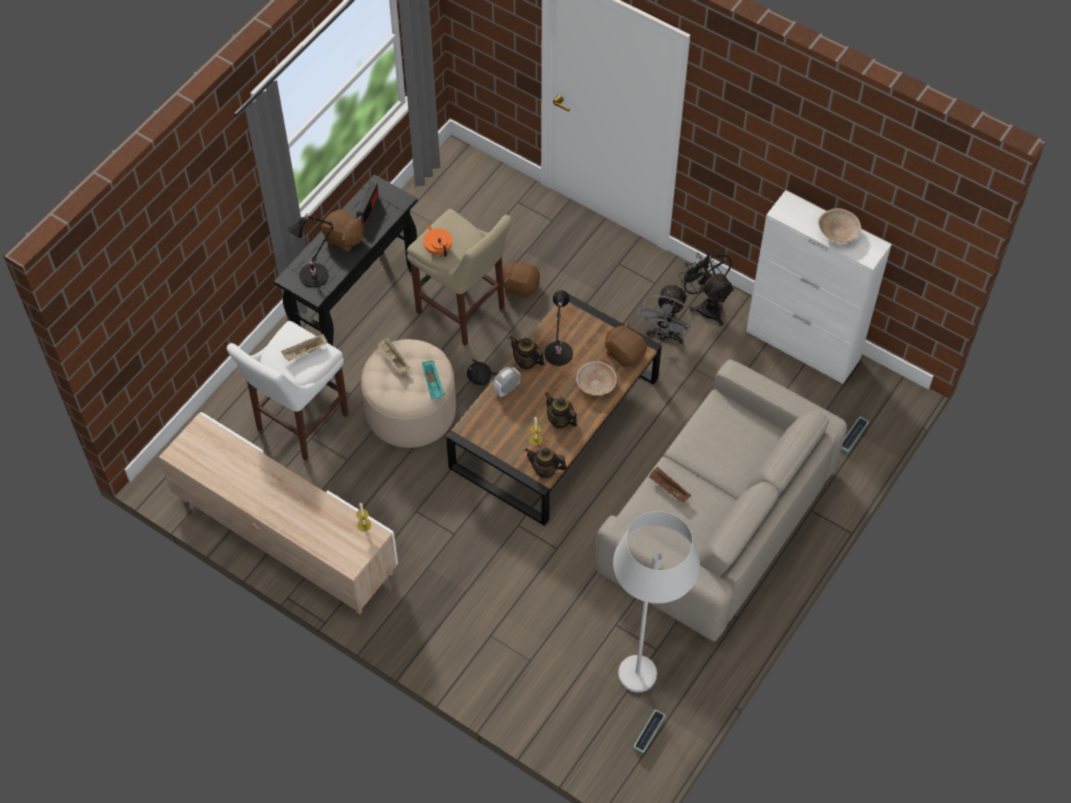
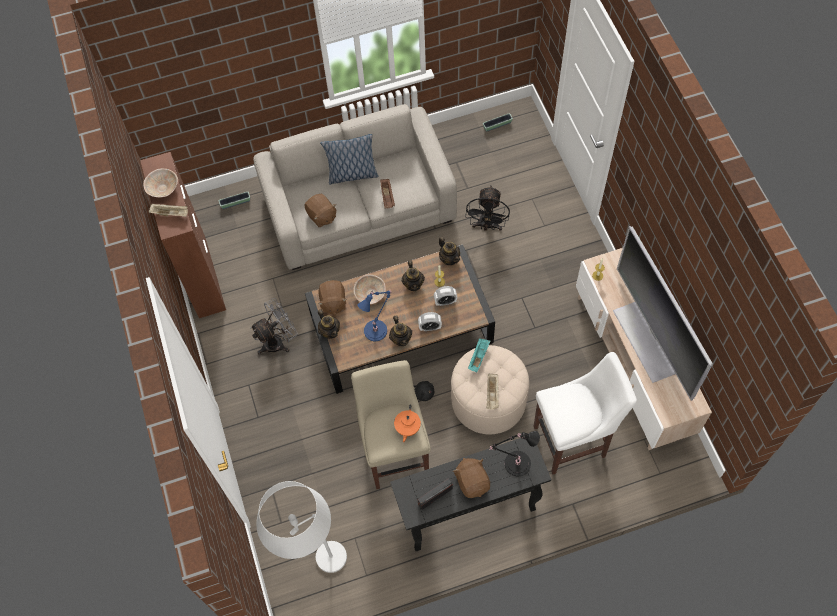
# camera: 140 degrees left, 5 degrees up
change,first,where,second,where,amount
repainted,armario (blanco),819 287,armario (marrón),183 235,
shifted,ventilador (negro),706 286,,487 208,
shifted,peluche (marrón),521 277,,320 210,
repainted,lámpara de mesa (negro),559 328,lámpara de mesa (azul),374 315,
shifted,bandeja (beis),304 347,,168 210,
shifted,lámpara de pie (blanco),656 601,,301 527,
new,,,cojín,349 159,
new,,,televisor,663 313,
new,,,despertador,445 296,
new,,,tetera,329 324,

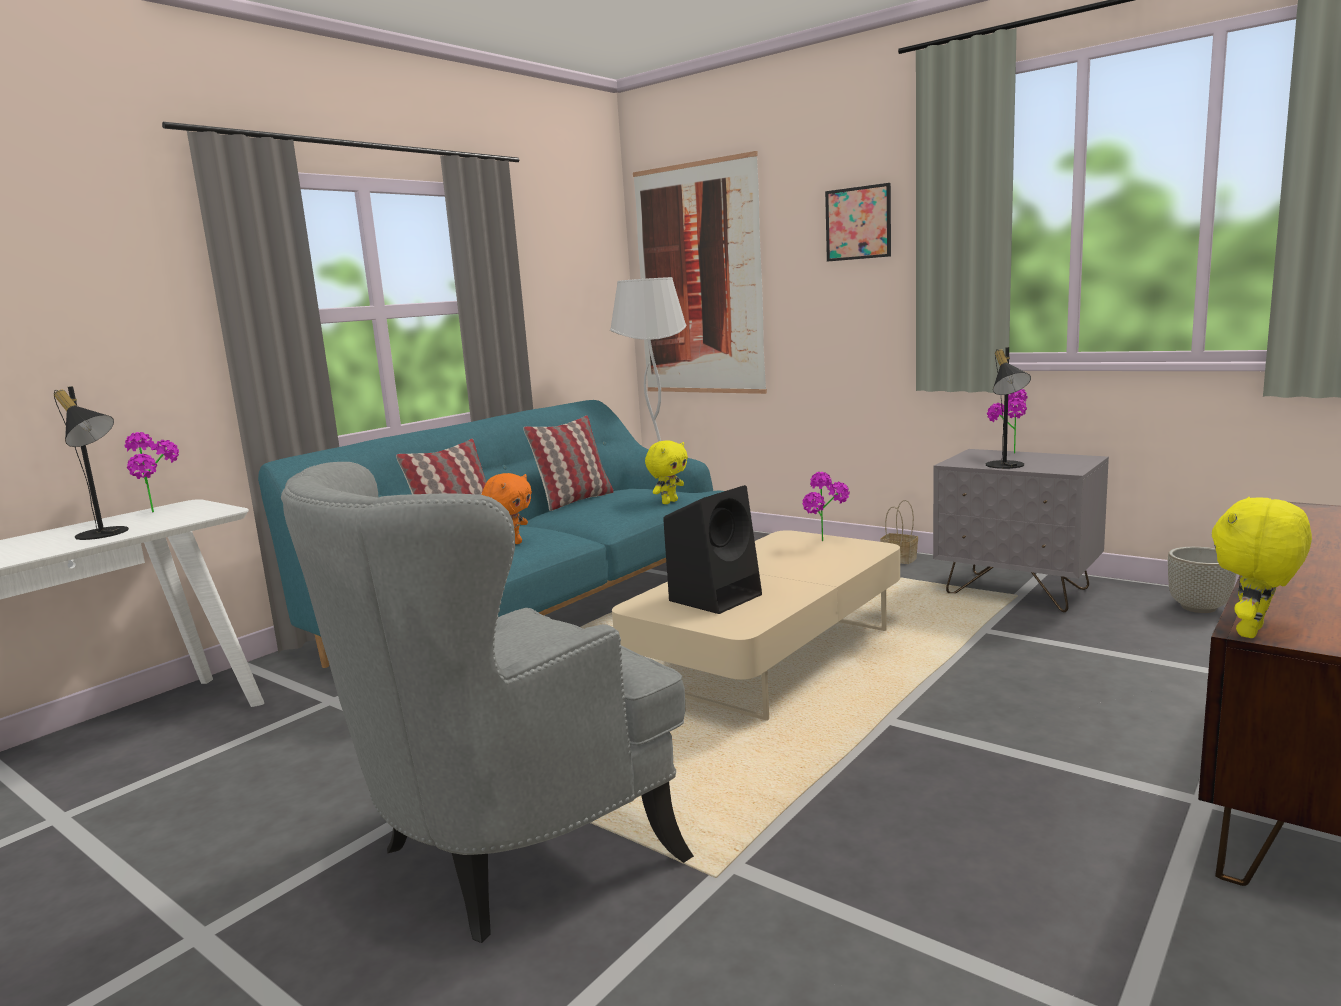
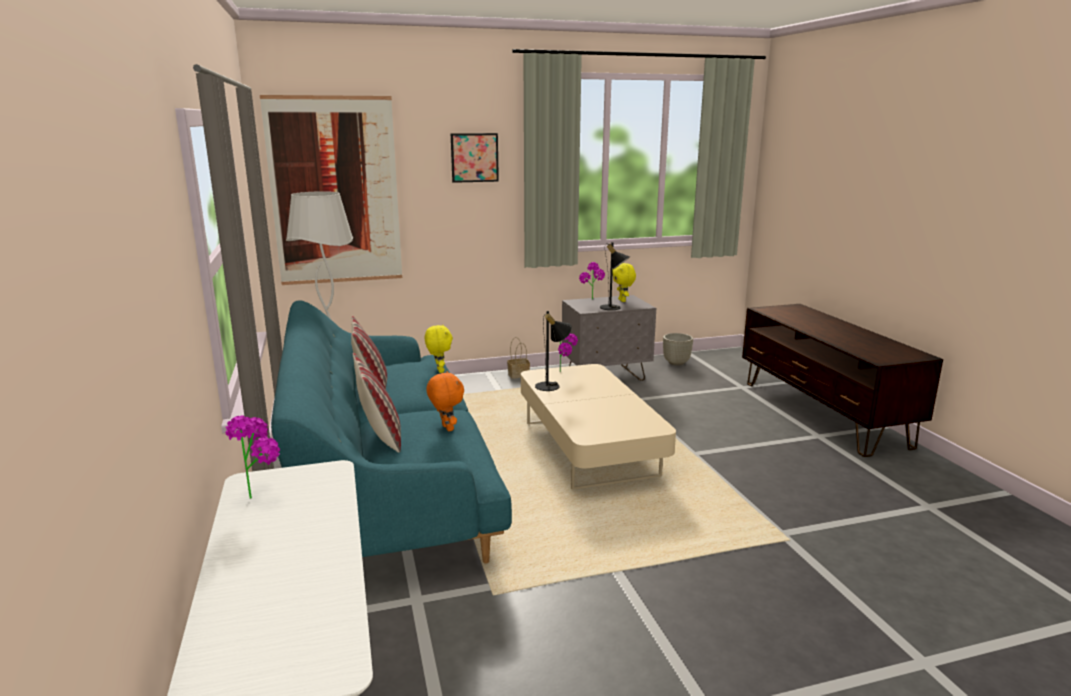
# camera: 55 degrees left, 5 degrees up
change,first,where,second,where,amount
shifted,lámpara de mesa (negro),91 463,,553 351,
gone,sillón (gris),487 702,,,
gone,altavoz (negro),712 549,,,
shifted,peluche (amarillo),1262 567,,624 282,

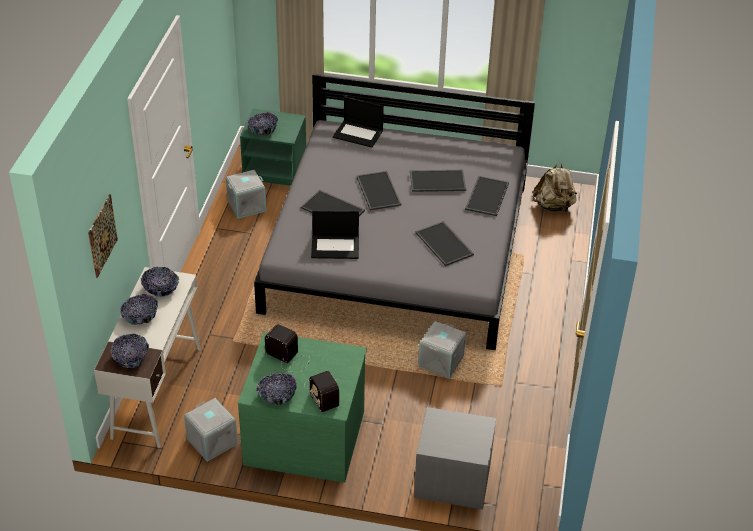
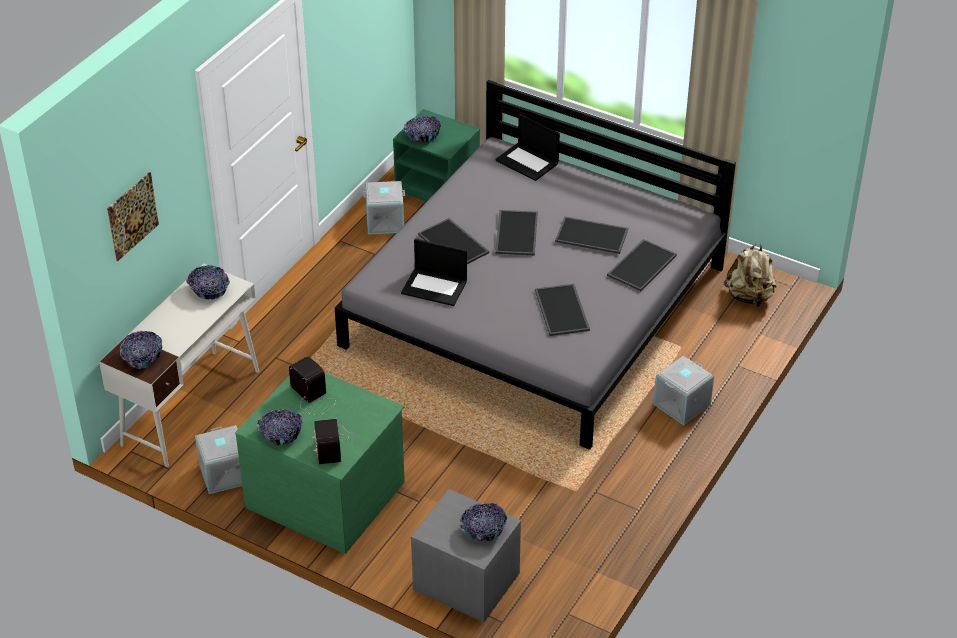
# camera: 20 degrees right, 0 degrees up
change,first,where,second,where,amount
shifted,cuenco,139 309,,483 522,
shifted,caja de almacenaje (gris),442 350,,683 390,

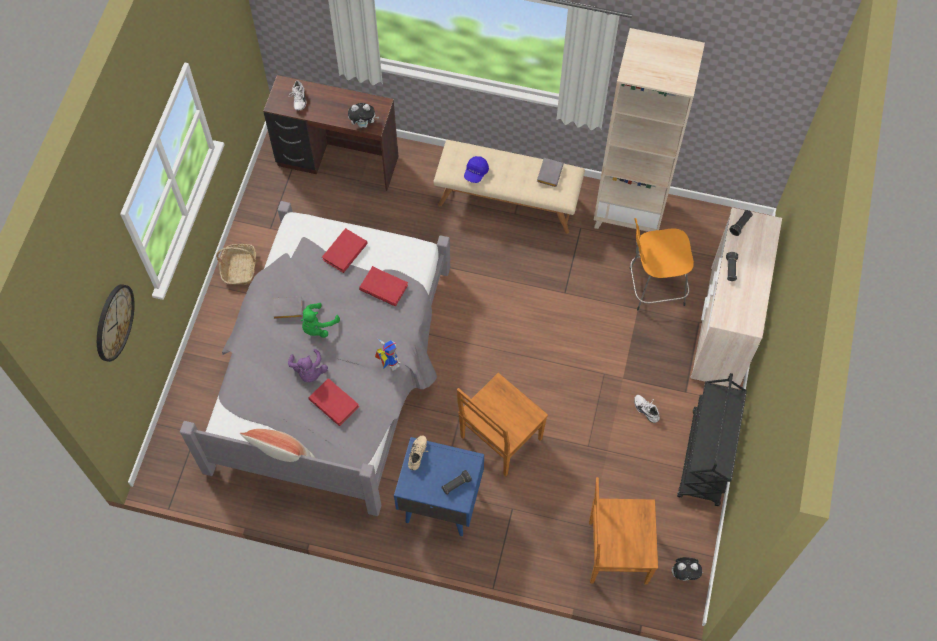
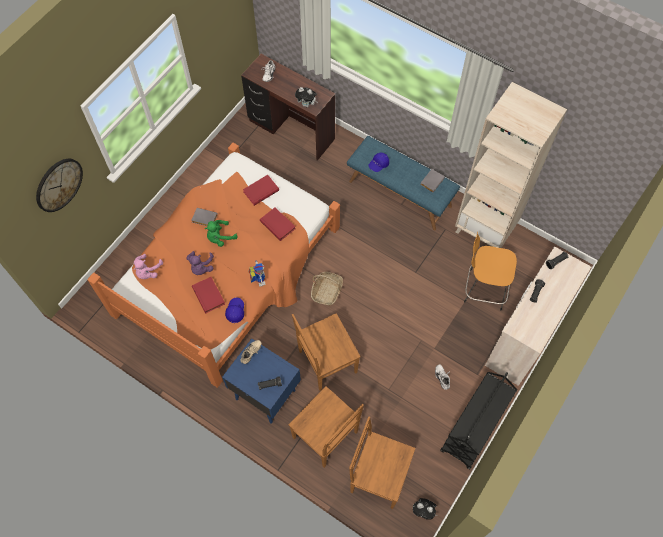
# camera: 20 degrees right, 0 degrees up
change,first,where,second,where,amount
repainted,banco (beis),509 187,banco (azul),403 183,
repainted,cama (gris),315 358,cama (naranja),213 265,
shifted,cesta,236 264,,327 289,
gone,cojín,277 445,,,
new,,,peluche (rosa),148 266,
new,,,gorra (azul),234 310,
new,,,silla (marrón),326 427,

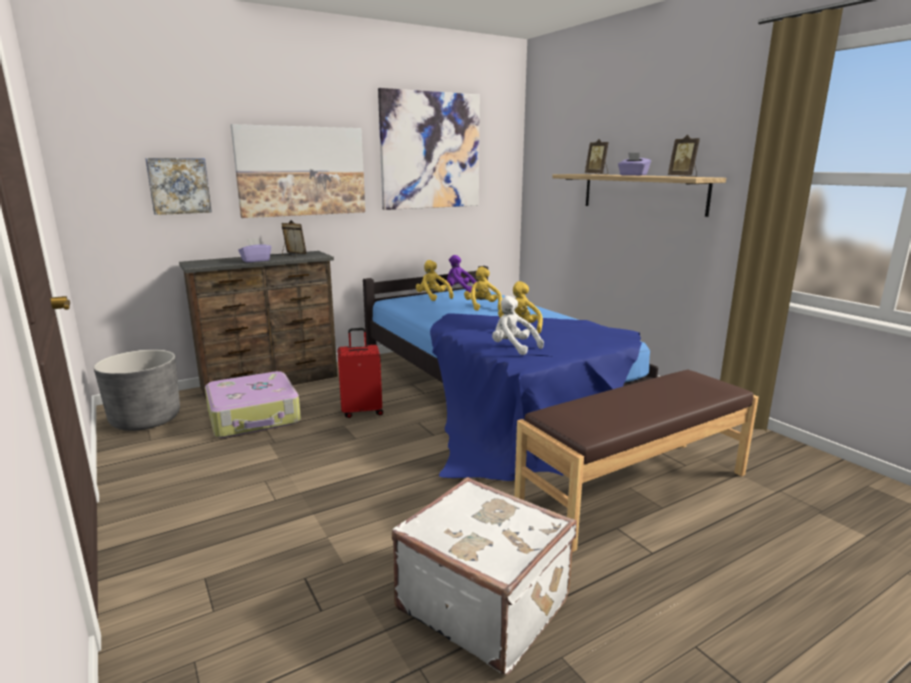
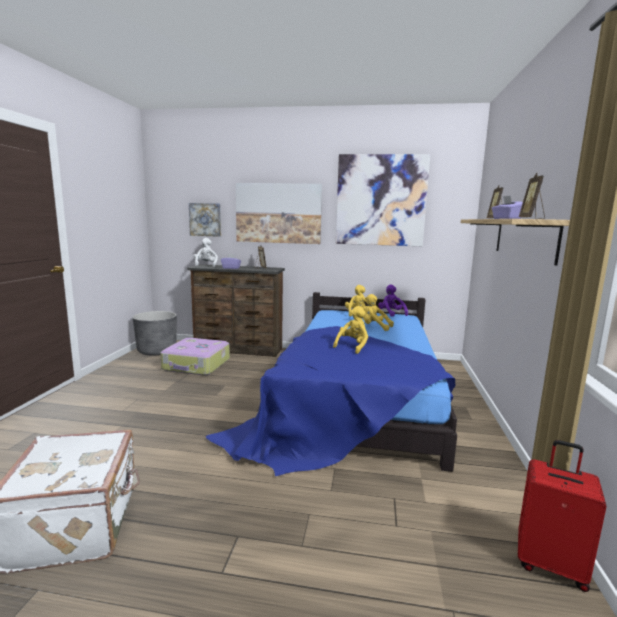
# camera: 40 degrees right, 5 degrees down
change,first,where,second,where,amount
rotated,peluche (amarillo),483 289,,378 312,90 degrees counterclockwise
shifted,peluche (blanco),518 325,,205 252,
shifted,maleta (rojo),360 373,,562 516,
gone,banco (marrón),636 460,,,

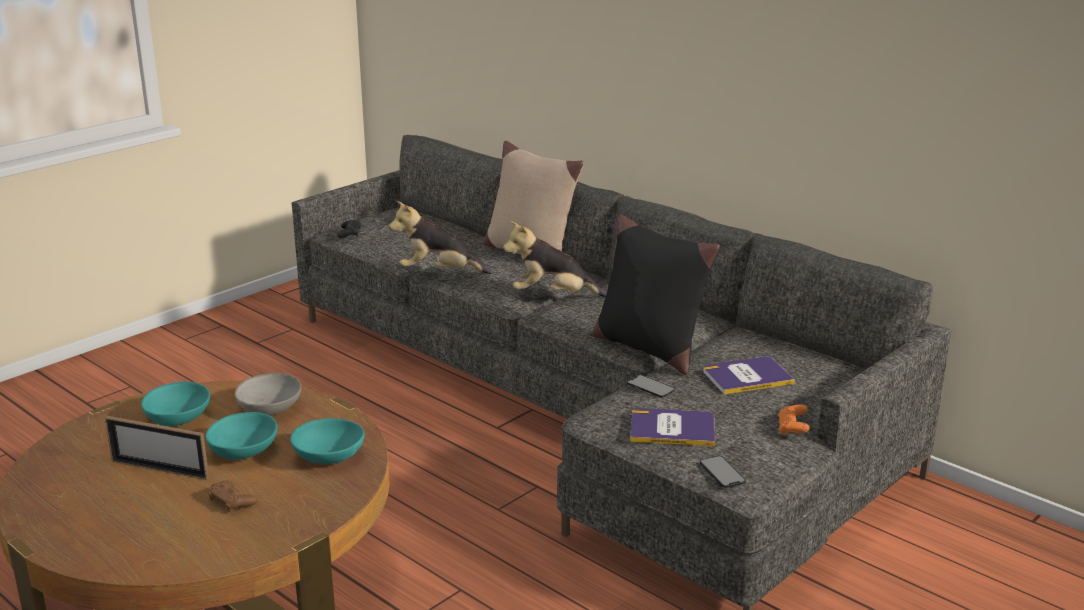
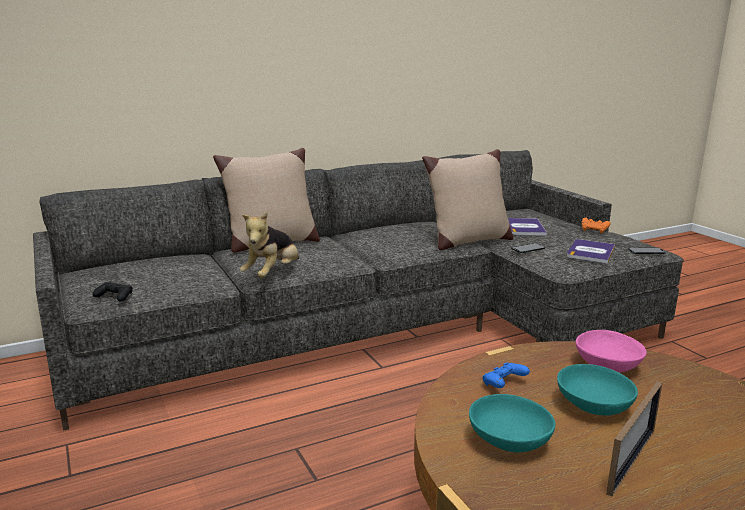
# camera: 70 degrees left, 5 degrees down
change,first,where,second,where,amount
repainted,cojín (negro),656 295,cojín (beis),467 199,
gone,peluche,555 259,,,
swapped,cuenco (gris),268 394,mando de consola (azul),506 375,
repainted,cuenco (turquesa),327 441,cuenco (rosa),611 351,
gone,mando de consola (marrón),233 496,,,

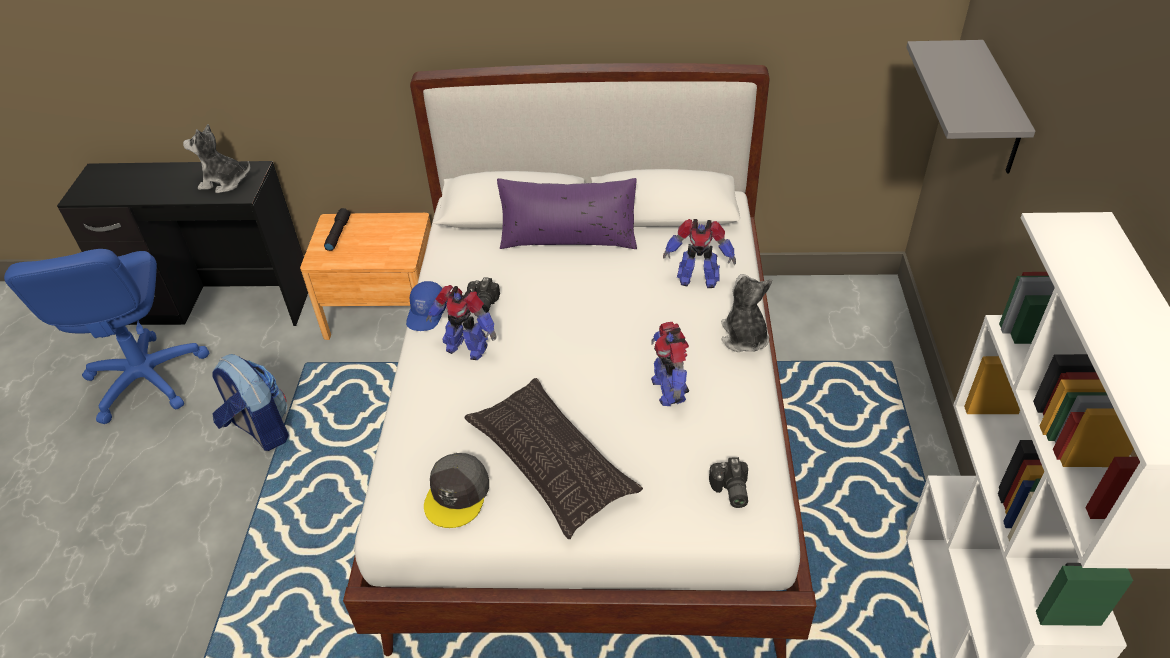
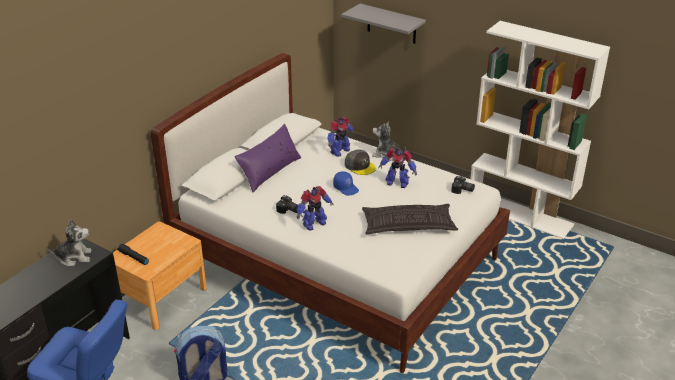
# camera: 60 degrees left, 10 degrees down
change,first,where,second,where,amount
rotated,peluche,216 158,,68 242,135 degrees counterclockwise
shifted,gorra (azul),426 306,,346 183,
shifted,gorra (gris),456 490,,360 162,

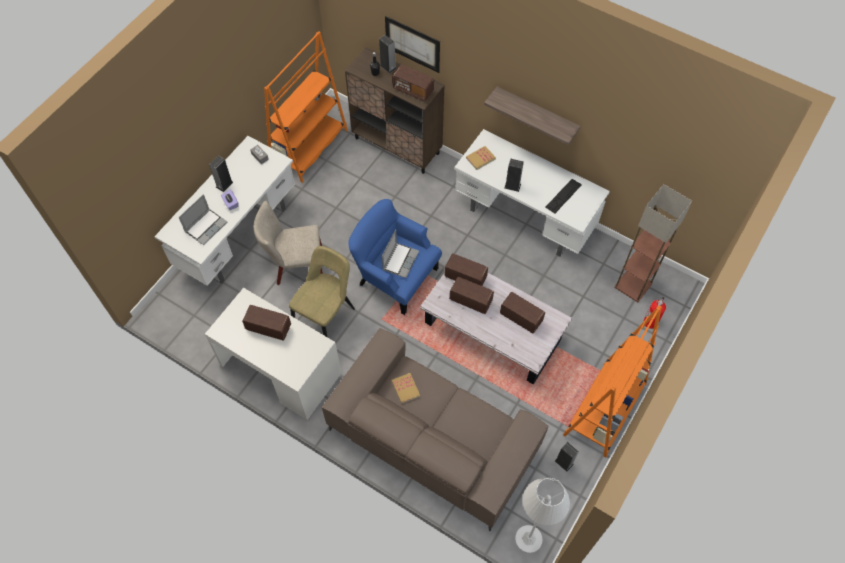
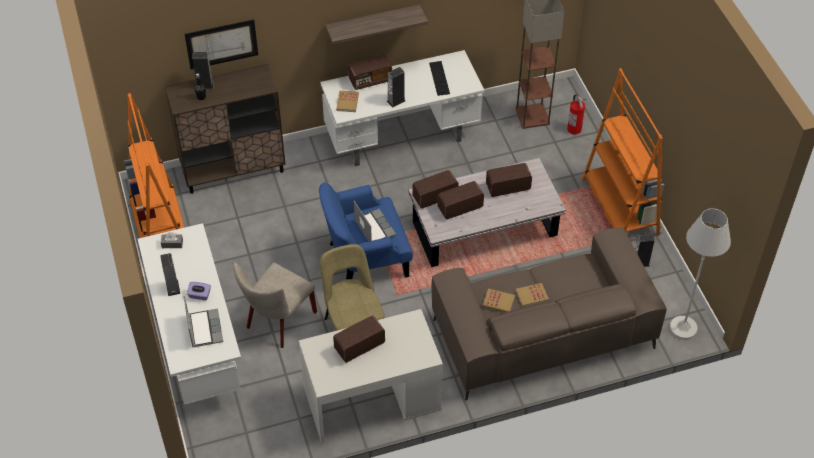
# camera: 50 degrees left, 10 degrees down
change,first,where,second,where,amount
shifted,radio,413 83,,370 72,
new,,,libro,532 295,

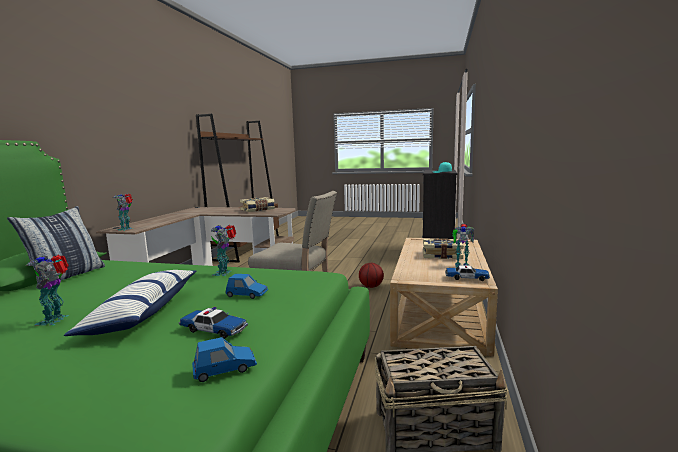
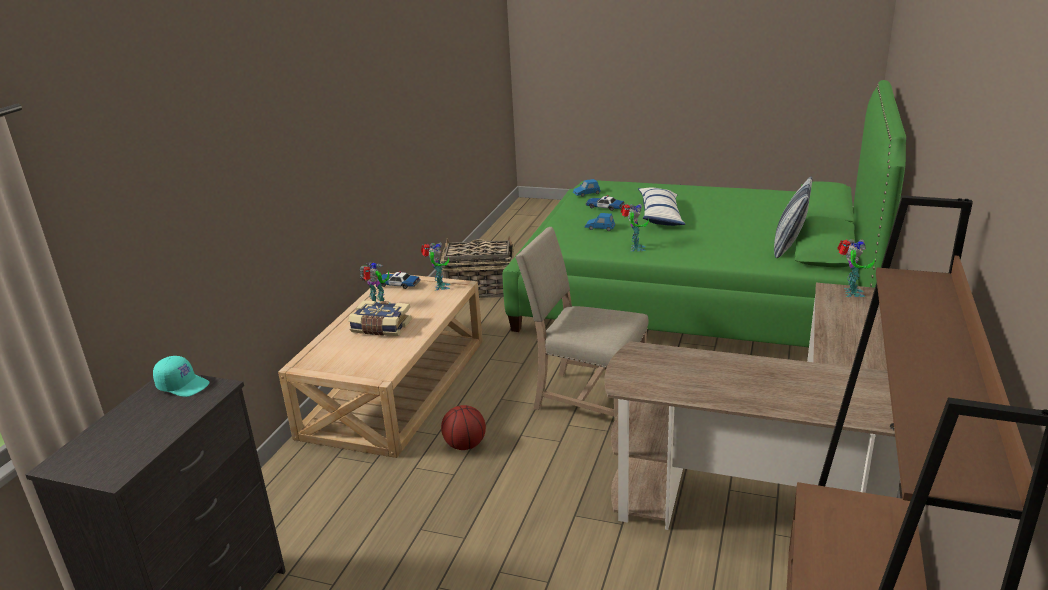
# camera: 175 degrees left, 15 degrees up
change,first,where,second,where,amount
gone,libro,257 204,,,
shifted,robot de juguete,47 290,,436 266,

